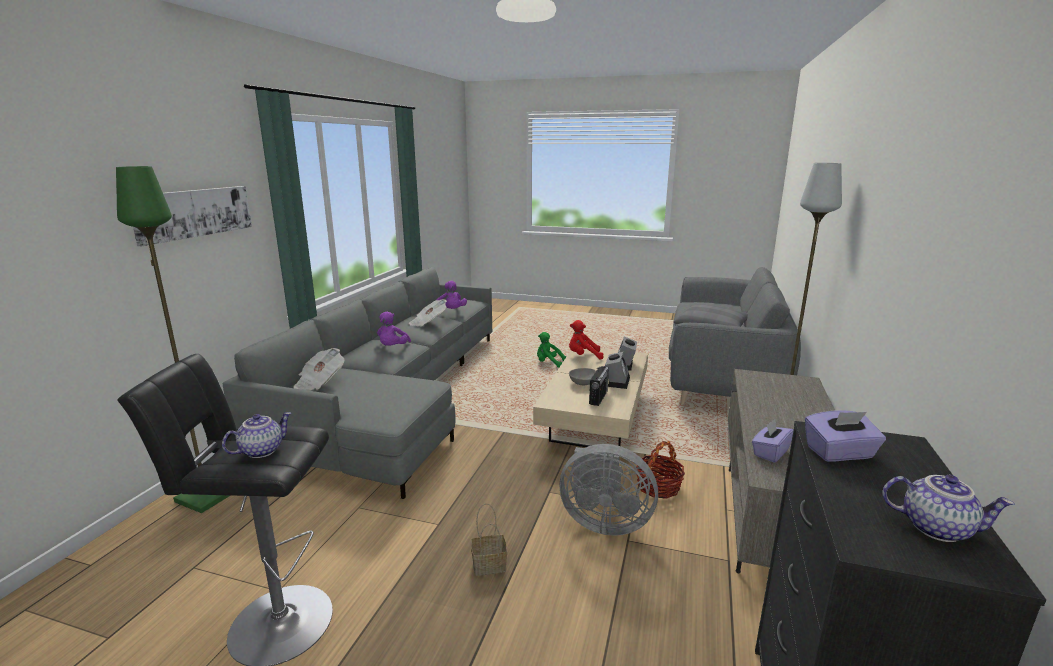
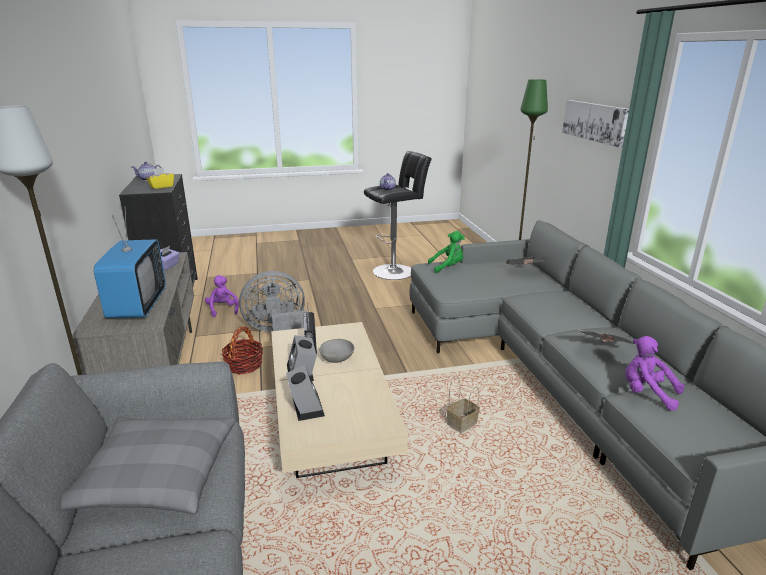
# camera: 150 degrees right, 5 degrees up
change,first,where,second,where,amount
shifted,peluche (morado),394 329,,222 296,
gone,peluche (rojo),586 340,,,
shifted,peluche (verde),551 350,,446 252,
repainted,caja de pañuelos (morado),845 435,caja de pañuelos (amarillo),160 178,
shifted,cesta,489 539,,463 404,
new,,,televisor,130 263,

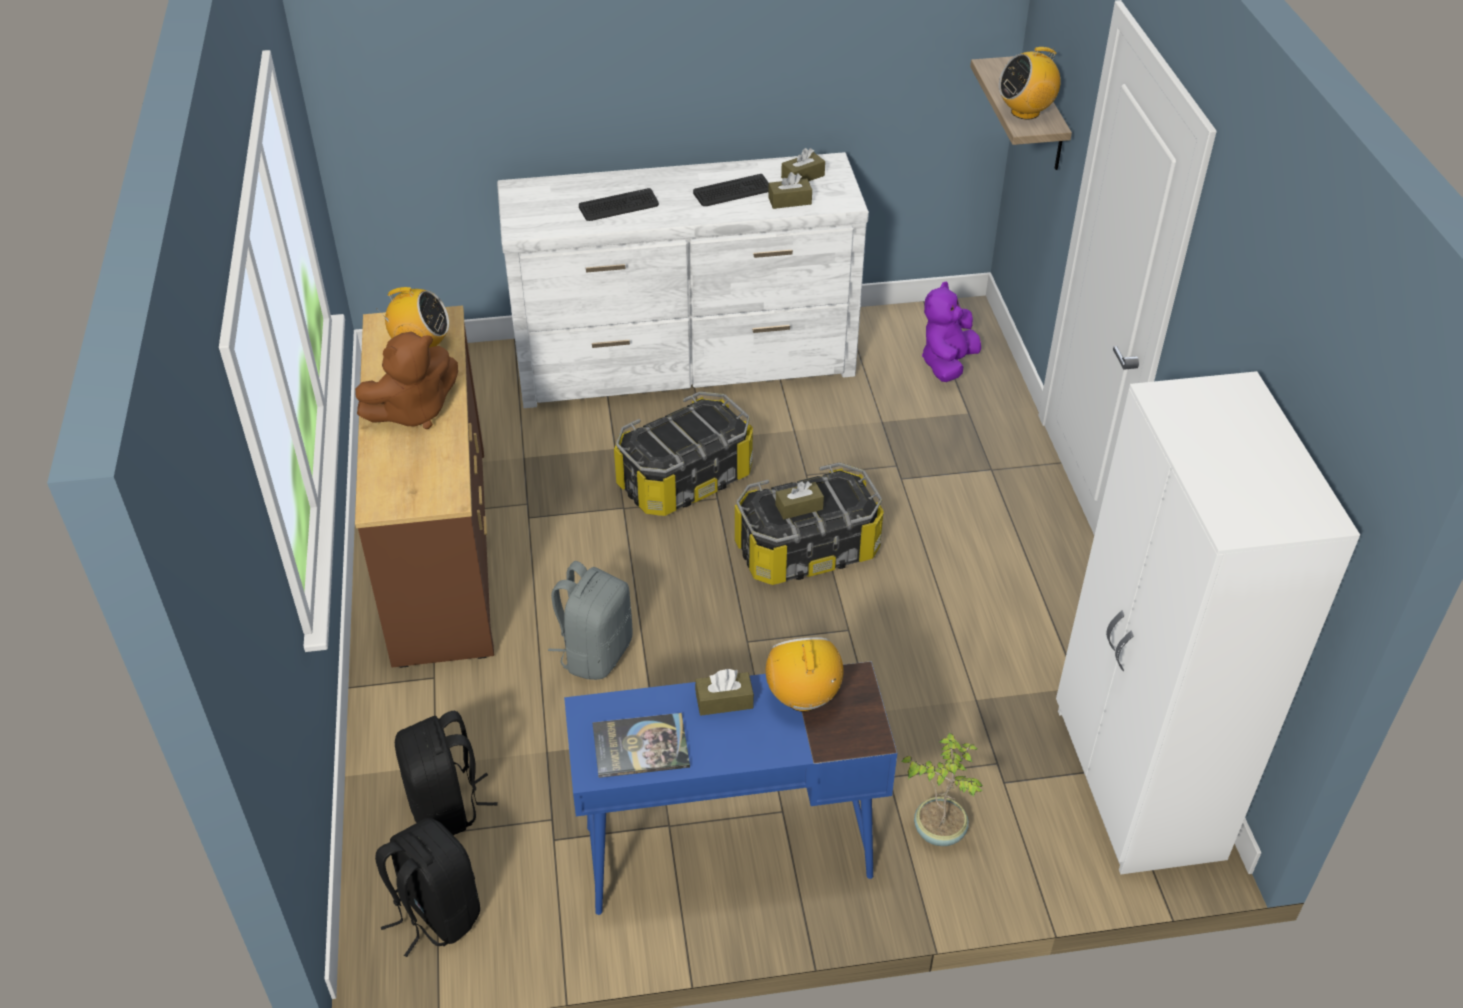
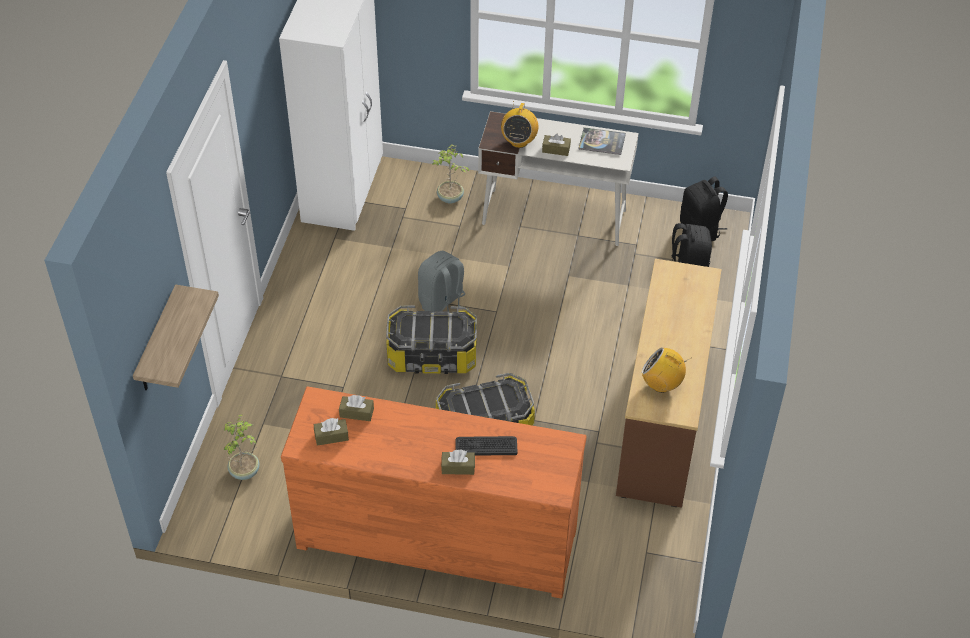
# camera: 160 degrees left, 5 degrees up
change,first,where,second,where,amount
gone,radio,1030 83,,,
repainted,cómoda (blanco),683 280,cómoda (naranja),434 492,
gone,teclado,731 190,,,
swapped,peluche (morado),951 331,planta en maceta,241 447,
gone,peluche (marrón),406 380,,,
shifted,caja de pañuelos (marrón),800 500,,458 462,
shifted,mochila (gris),590 620,,443 282,
repainted,escritorio (azul),730 788,escritorio (blanco),558 178,

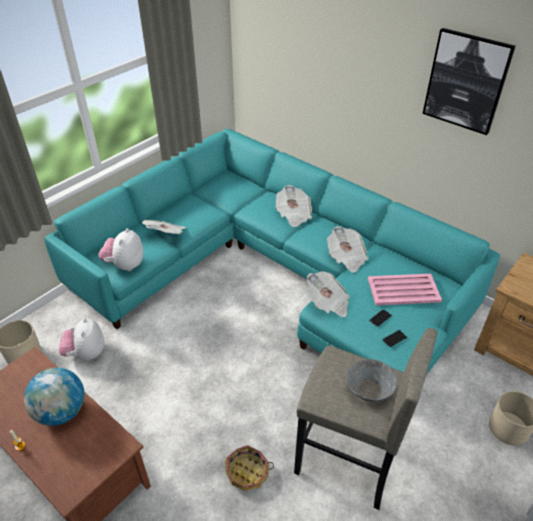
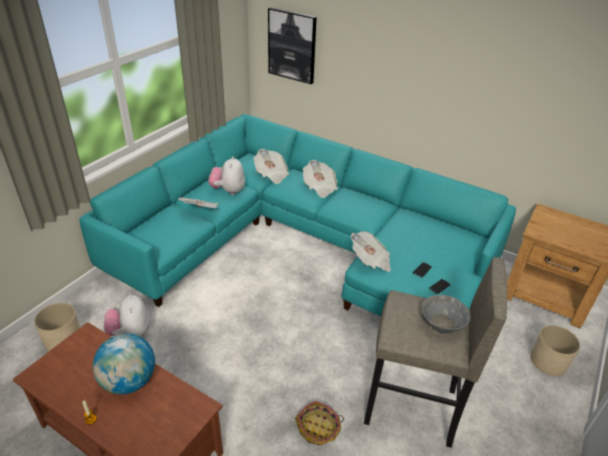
# camera: 10 degrees left, 5 degrees down
change,first,where,second,where,amount
shifted,cuadro,469 81,,292 45,
shifted,periódico,347 249,,271 166,
shifted,peluche,120 249,,226 175,
gone,bandeja (rosa),405 290,,,

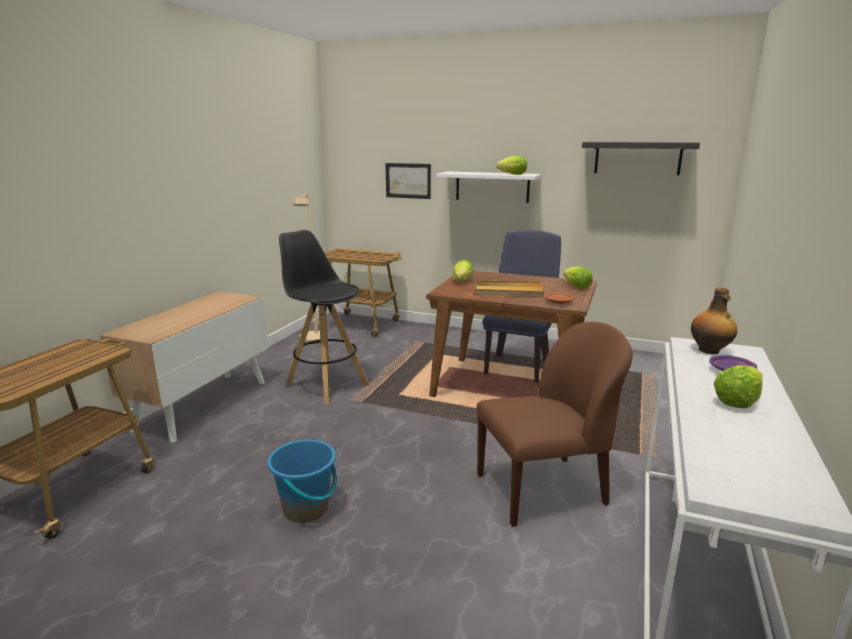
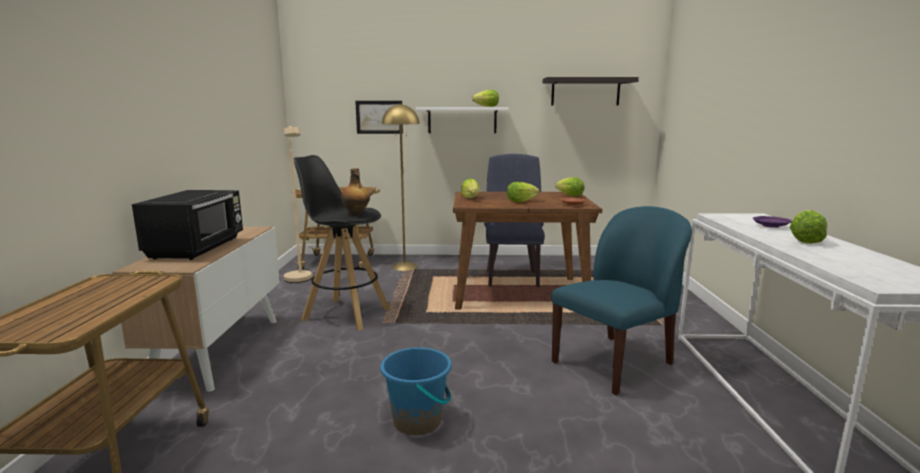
# camera: 20 degrees left, 5 degrees down
change,first,where,second,where,amount
swapped,bandeja (beis),509 288,lechuga,523 192,
shifted,botella,714 320,,355 191,
repainted,silla (marrón),554 424,silla (azul),621 300,
new,,,lámpara de pie (amarillo),401 187,
new,,,microondas (negro),187 225,

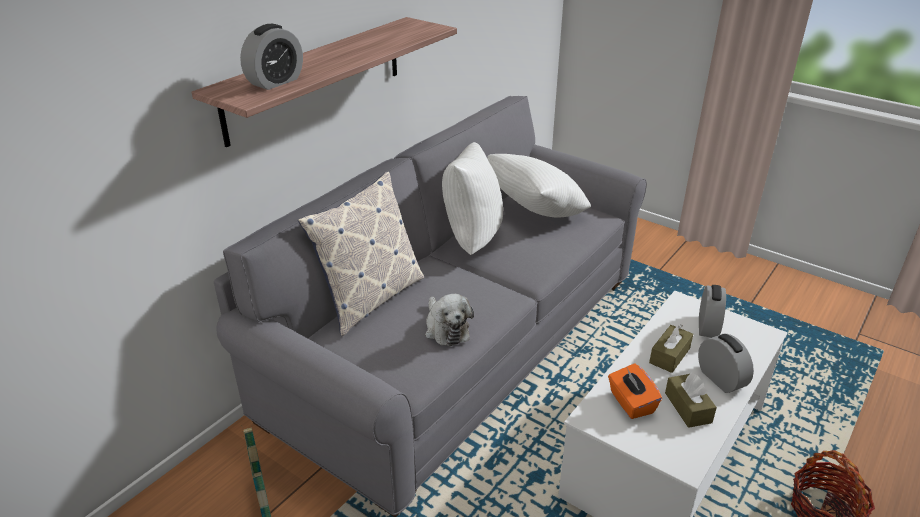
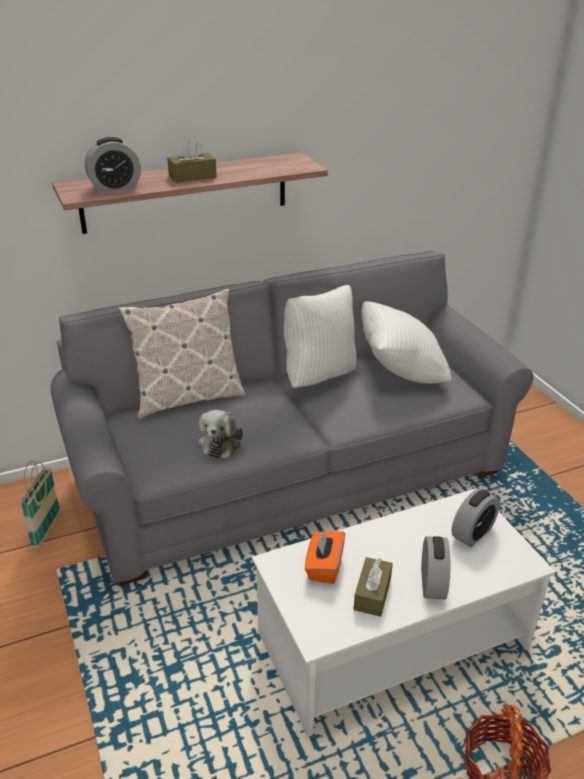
# camera: 30 degrees right, 0 degrees up
change,first,where,second,where,amount
shifted,caja de pañuelos (marrón),671 348,,192 161,

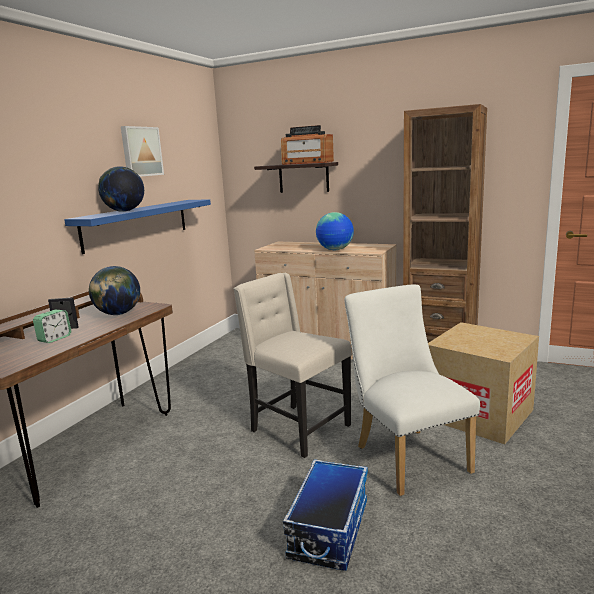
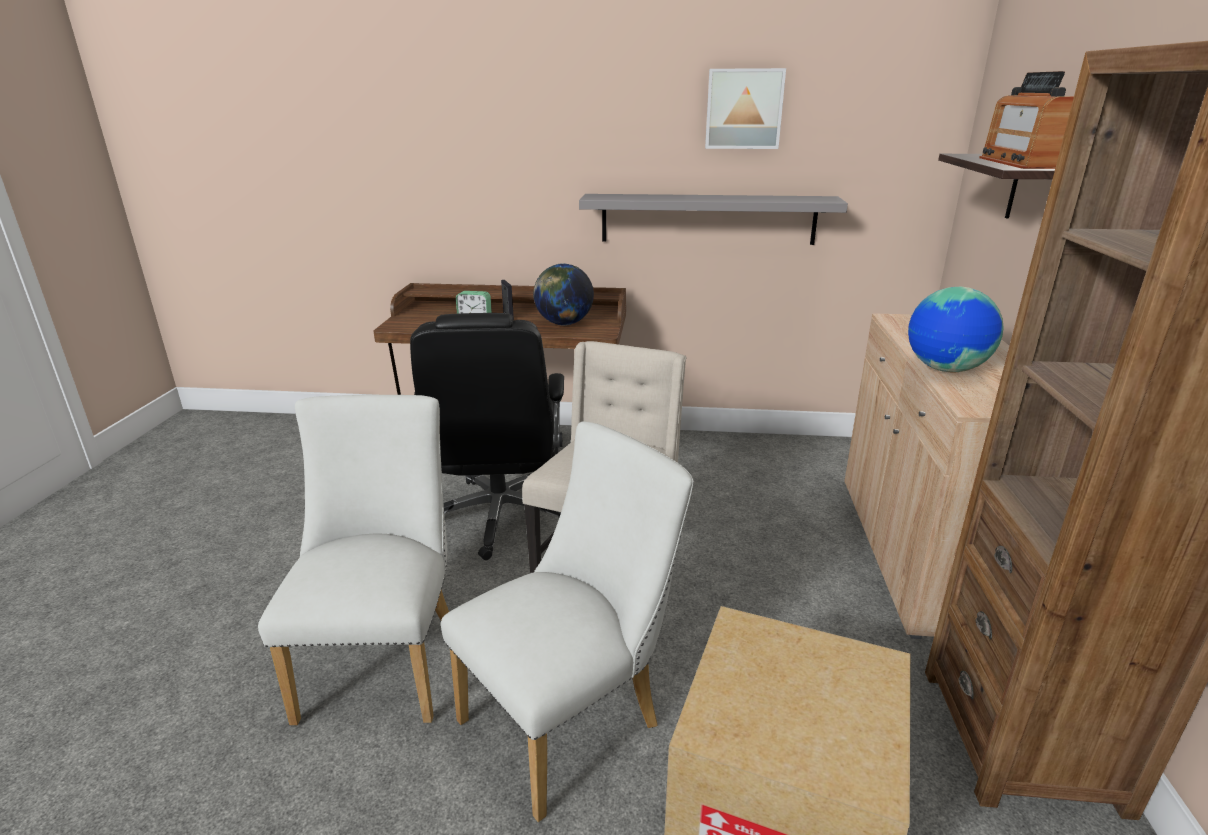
# camera: 70 degrees right, 10 degrees up
change,first,where,second,where,amount
gone,globo terráqueo,121 189,,,
repainted,estante (azul),137 226,estante (gris),713 219,
swapped,caja de almacenaje,325 515,silla (blanco),353 560,
new,,,silla de oficina (negro),487 436,

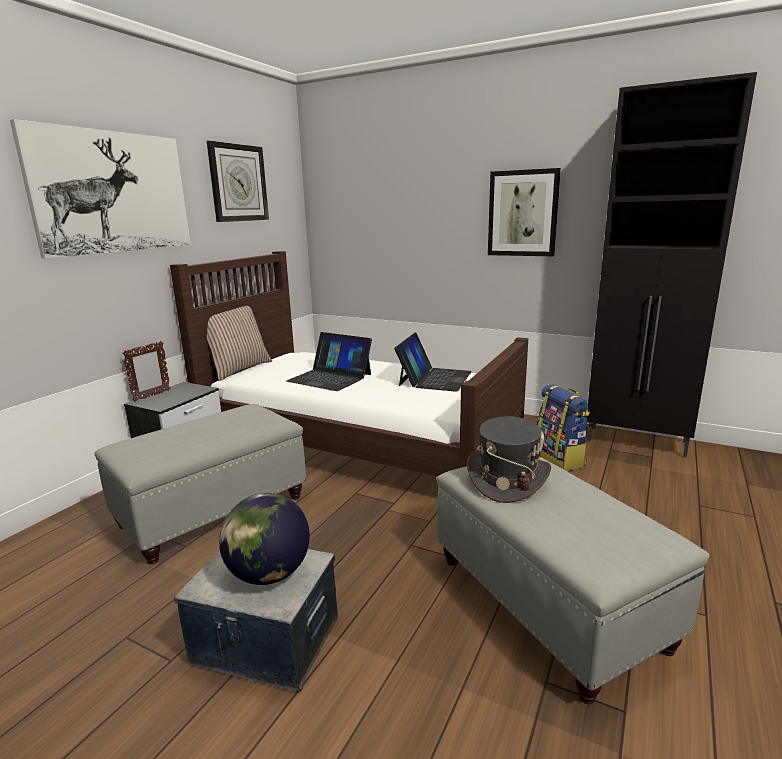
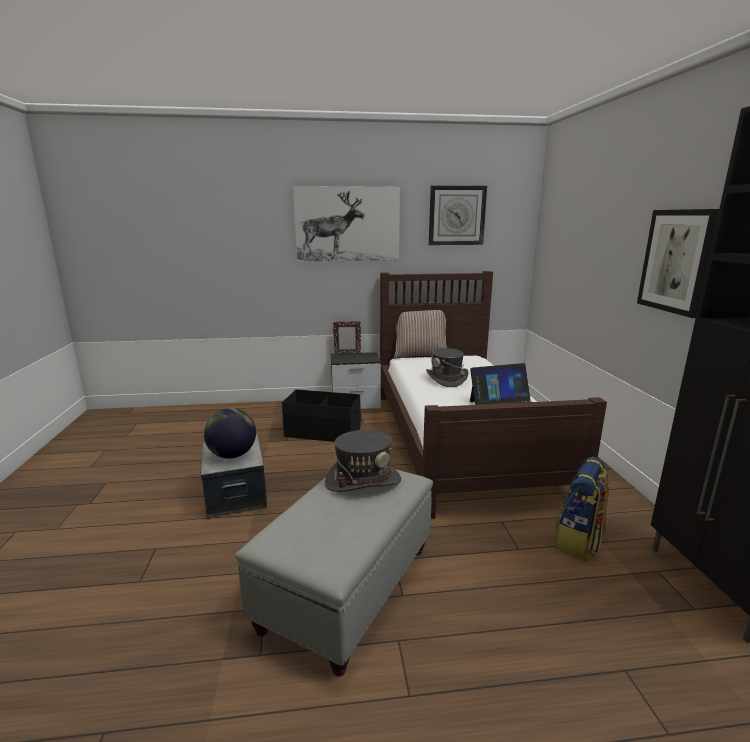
# camera: 55 degrees right, 0 degrees up
change,first,where,second,where,amount
swapped,portátil,329 361,sombrero (gris),447 367,
swapped,puf (gris),200 484,caja de almacenaje (negro),321 415,

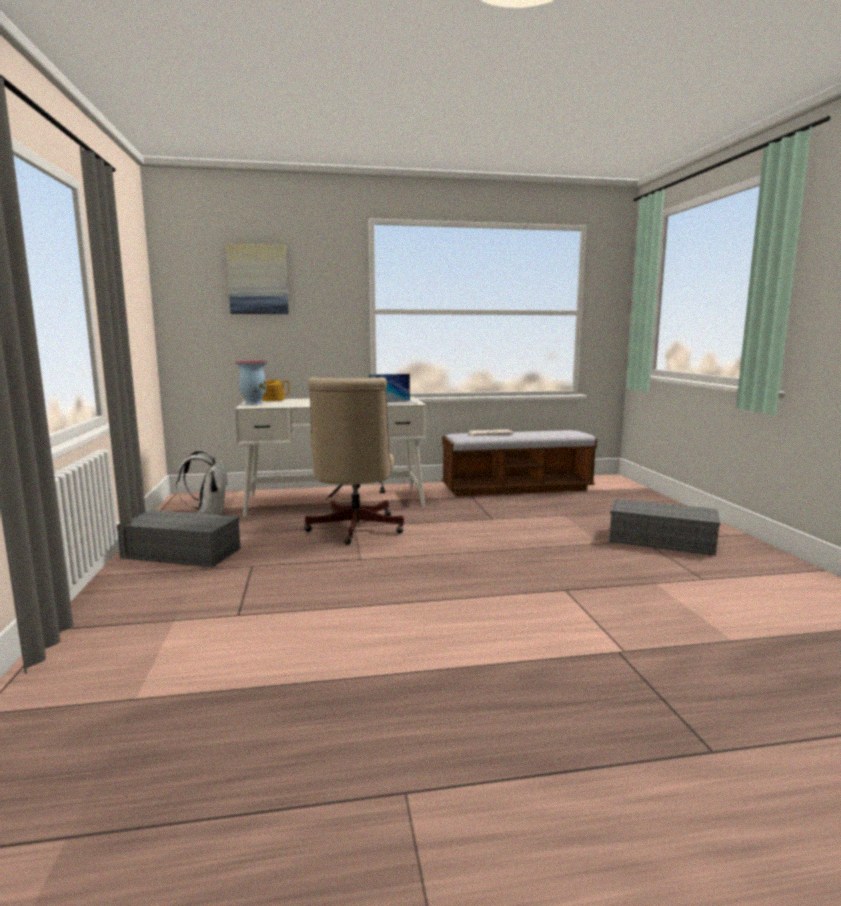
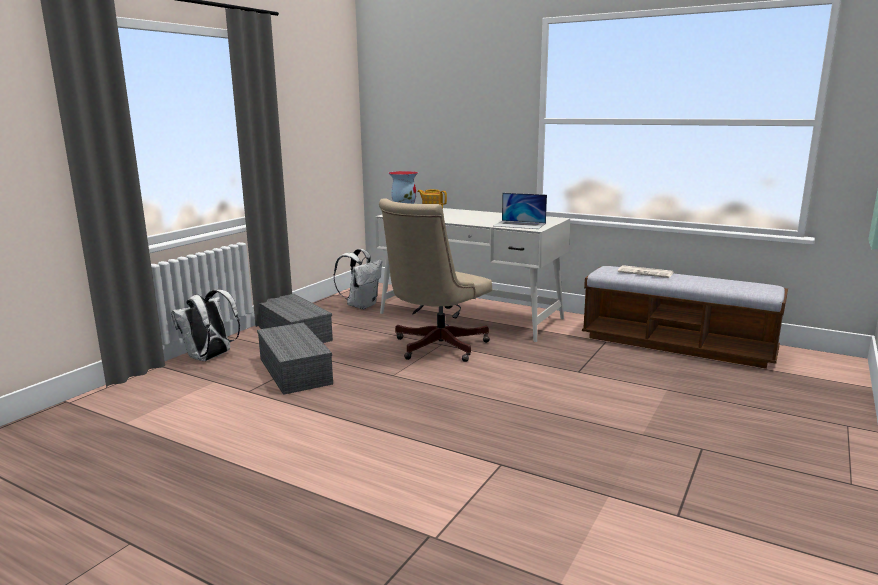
# camera: 40 degrees right, 5 degrees up
change,first,where,second,where,amount
gone,cuadro,257 279,,,
shifted,caja de almacenaje (gris),664 527,,295 358,
new,,,mochila (blanco),205 325,

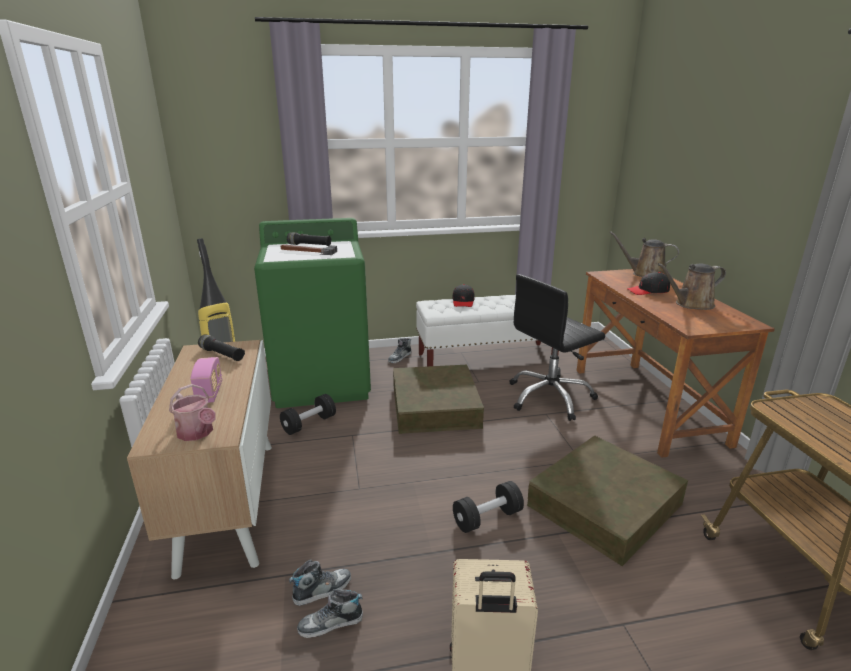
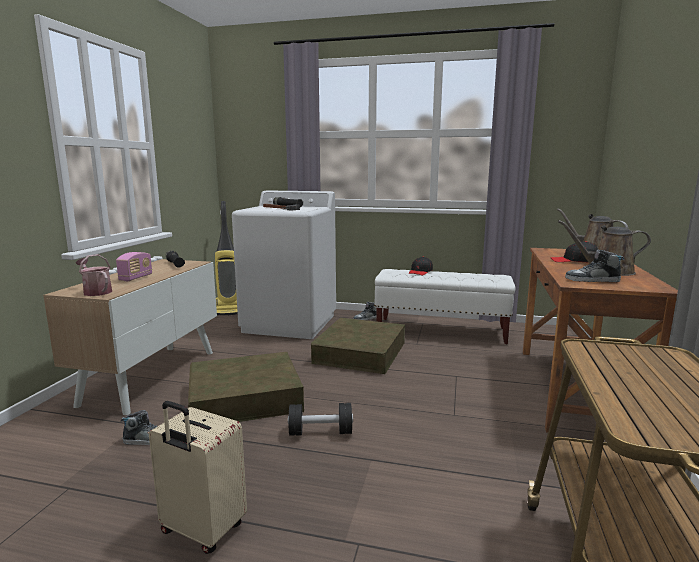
# camera: 25 degrees right, 10 degrees down
change,first,where,second,where,amount
repainted,lavadora (verde),312 313,lavadora (blanco),284 264,
gone,silla de oficina (negro),557 347,,,
rotated,regadera,192 412,,94 275,150 degrees clockwise
gone,mancuerna (negro),308 414,,,
shifted,caja de almacenaje (marrón),607 501,,246 387,
shifted,zapato,330 613,,595 265,

